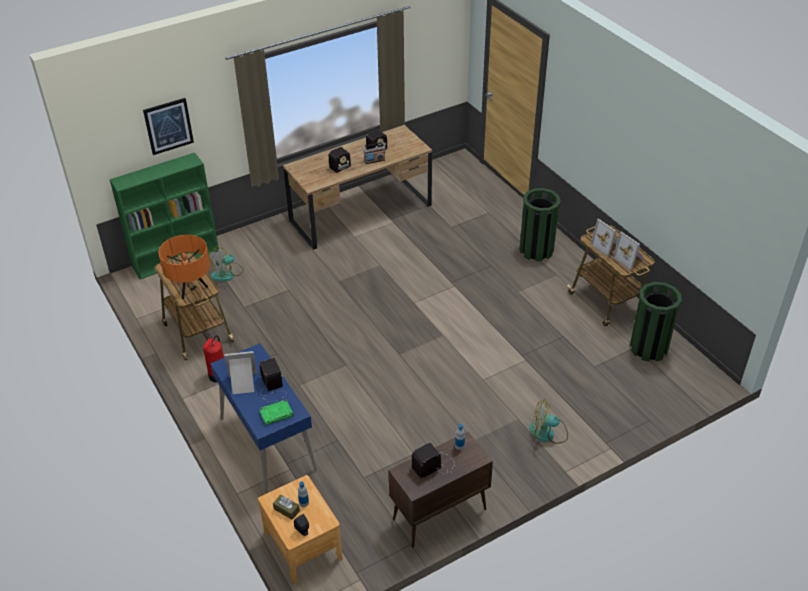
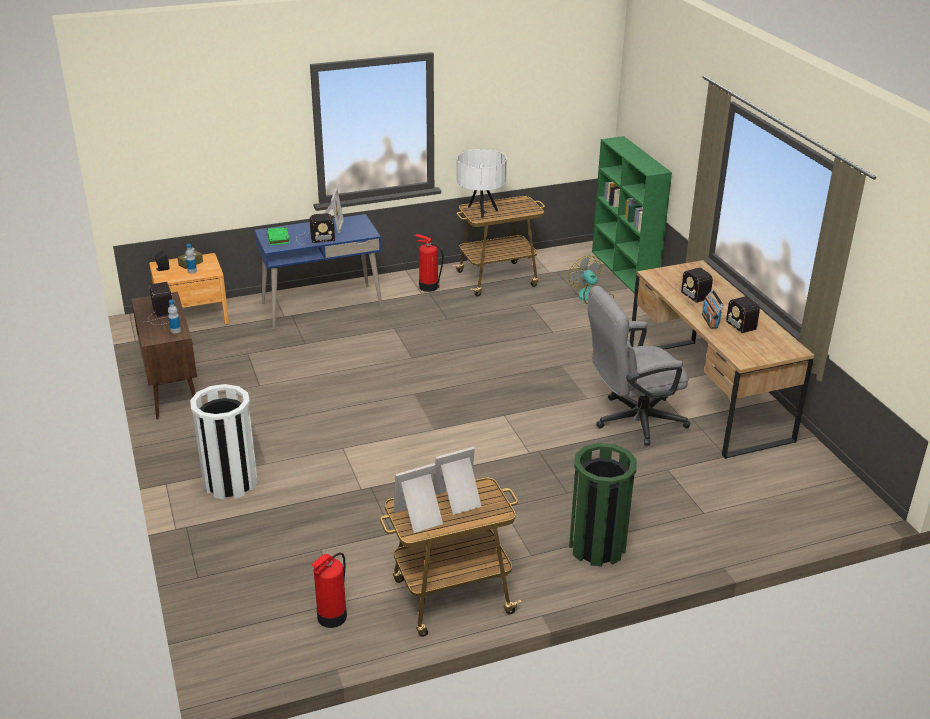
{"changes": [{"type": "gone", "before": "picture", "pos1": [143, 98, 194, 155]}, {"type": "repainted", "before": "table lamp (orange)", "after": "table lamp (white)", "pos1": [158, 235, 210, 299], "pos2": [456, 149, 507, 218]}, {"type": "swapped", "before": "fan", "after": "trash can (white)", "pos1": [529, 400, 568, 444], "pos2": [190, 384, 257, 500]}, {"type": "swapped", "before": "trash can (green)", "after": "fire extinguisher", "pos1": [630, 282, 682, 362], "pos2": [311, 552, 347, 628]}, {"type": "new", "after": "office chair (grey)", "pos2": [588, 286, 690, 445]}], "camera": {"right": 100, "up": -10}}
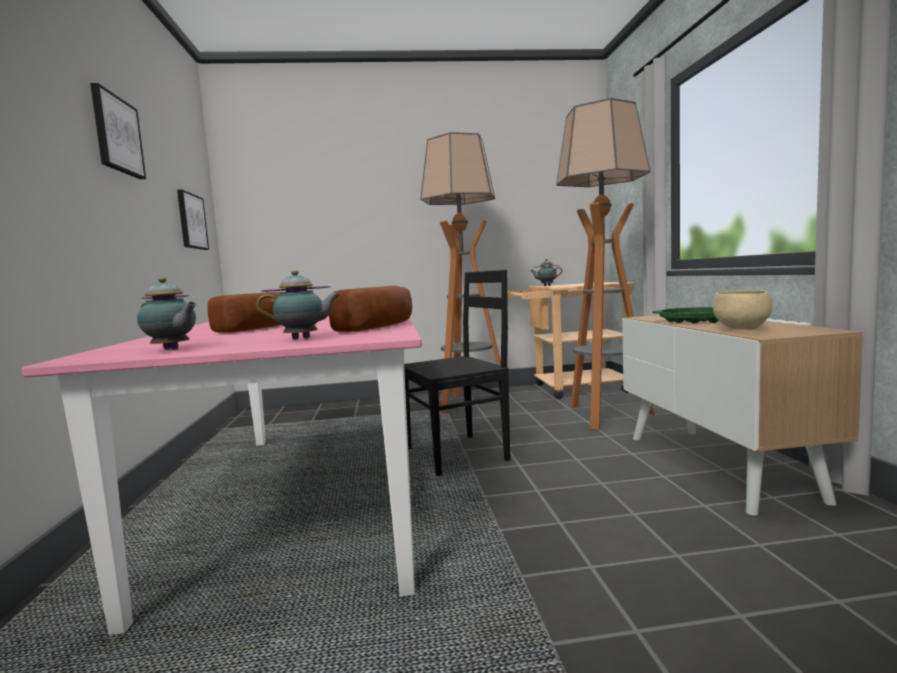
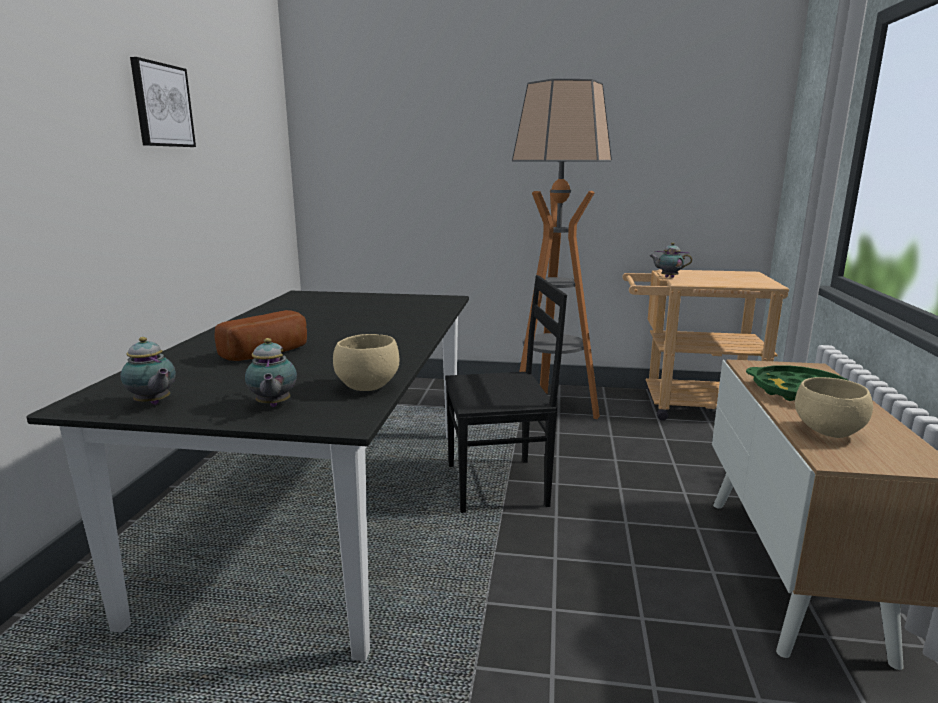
{"changes": [{"type": "repainted", "before": "dining table (pink)", "after": "dining table (black)", "pos1": [21, 316, 422, 635], "pos2": [26, 291, 469, 661]}, {"type": "gone", "before": "picture", "pos1": [177, 189, 209, 250]}, {"type": "rotated", "before": "teapot", "pos1": [256, 270, 340, 339], "pos2": [245, 338, 297, 407], "turn": 75}, {"type": "swapped", "before": "bread", "after": "bowl (beige)", "pos1": [329, 286, 412, 332], "pos2": [333, 334, 399, 391]}, {"type": "gone", "before": "floor lamp", "pos1": [556, 98, 654, 430]}], "camera": {"right": 15, "up": 10}}
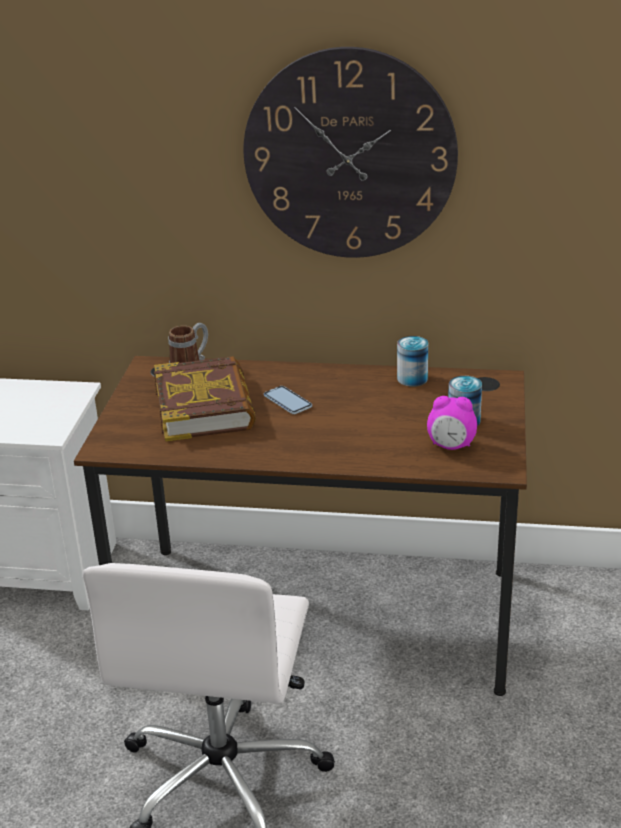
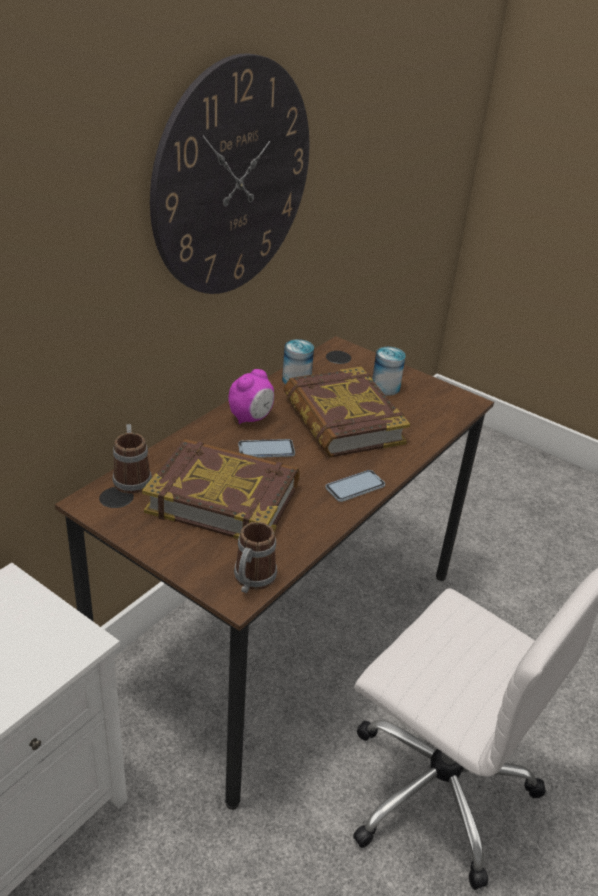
{"changes": [{"type": "shifted", "before": "alarm clock", "pos1": [427, 396, 477, 450], "pos2": [228, 369, 274, 424]}, {"type": "new", "after": "mug", "pos2": [234, 522, 277, 593]}, {"type": "new", "after": "book", "pos2": [284, 367, 410, 458]}, {"type": "new", "after": "phone", "pos2": [325, 470, 385, 502]}], "camera": {"right": -65, "up": 5}}
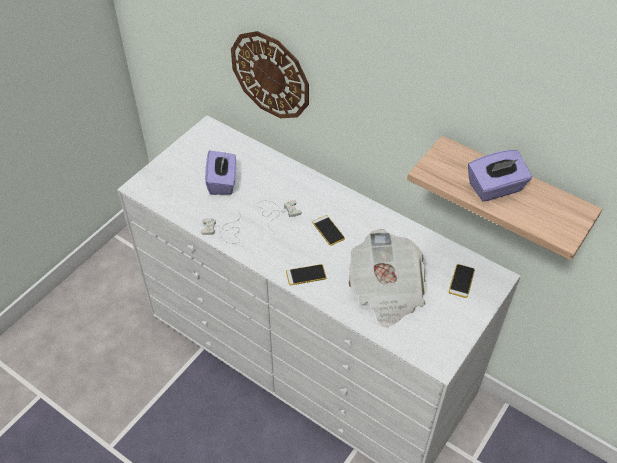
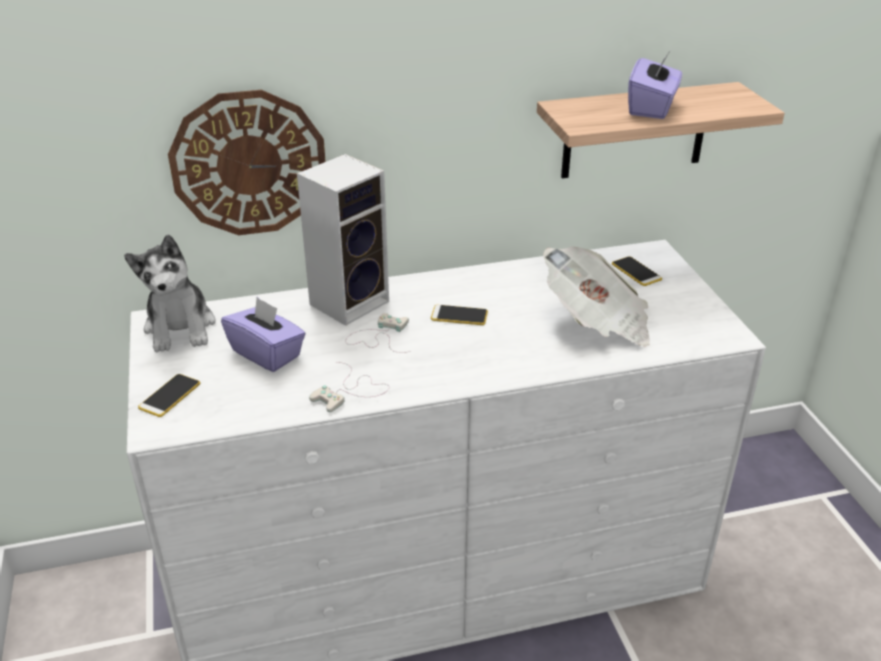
{"changes": [{"type": "shifted", "before": "phone", "pos1": [286, 264, 326, 285], "pos2": [138, 374, 200, 417]}, {"type": "new", "after": "plush toy", "pos2": [124, 234, 216, 352]}, {"type": "new", "after": "speaker", "pos2": [297, 154, 389, 326]}], "camera": {"right": -50, "up": -15}}
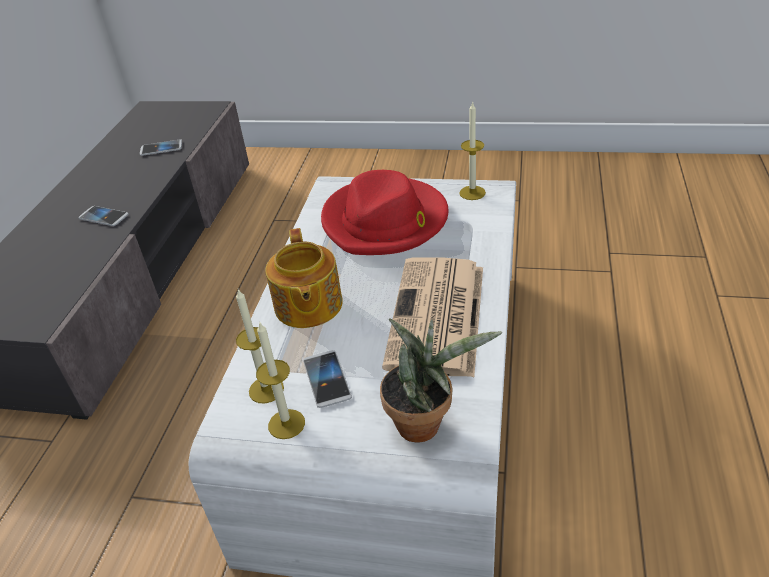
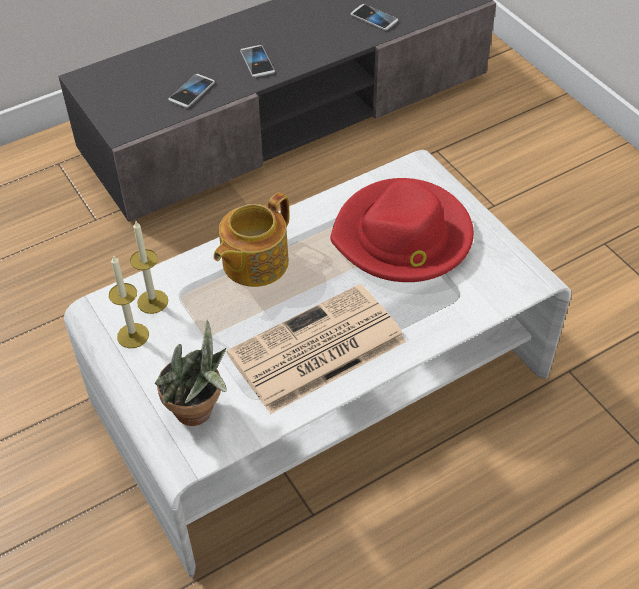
{"changes": [{"type": "shifted", "before": "phone", "pos1": [303, 350, 352, 408], "pos2": [168, 74, 215, 108]}, {"type": "gone", "before": "candle", "pos1": [459, 101, 486, 200]}], "camera": {"right": 45, "up": 10}}
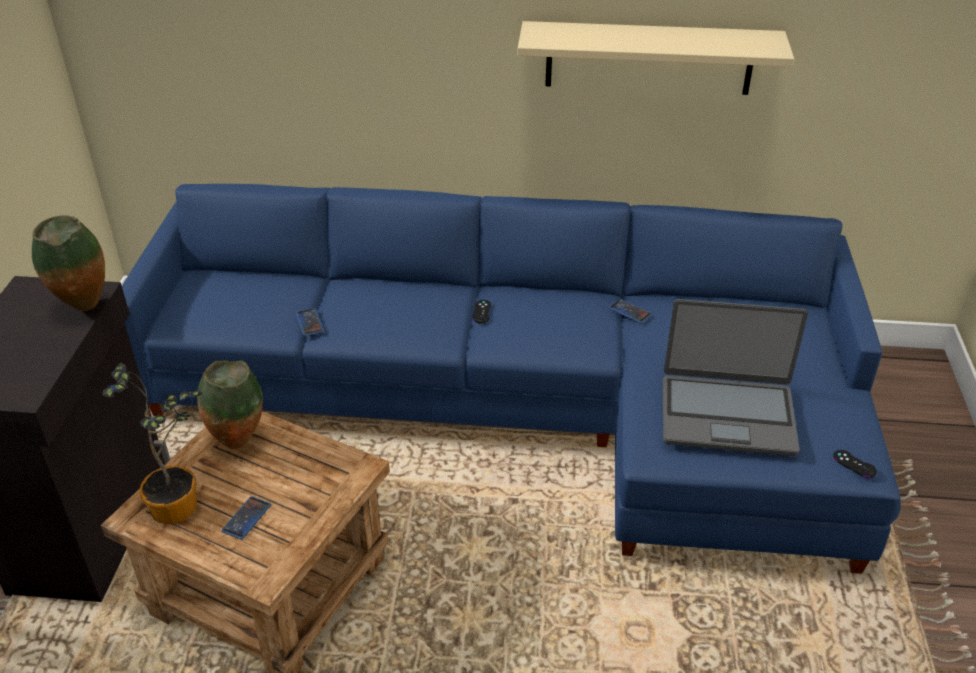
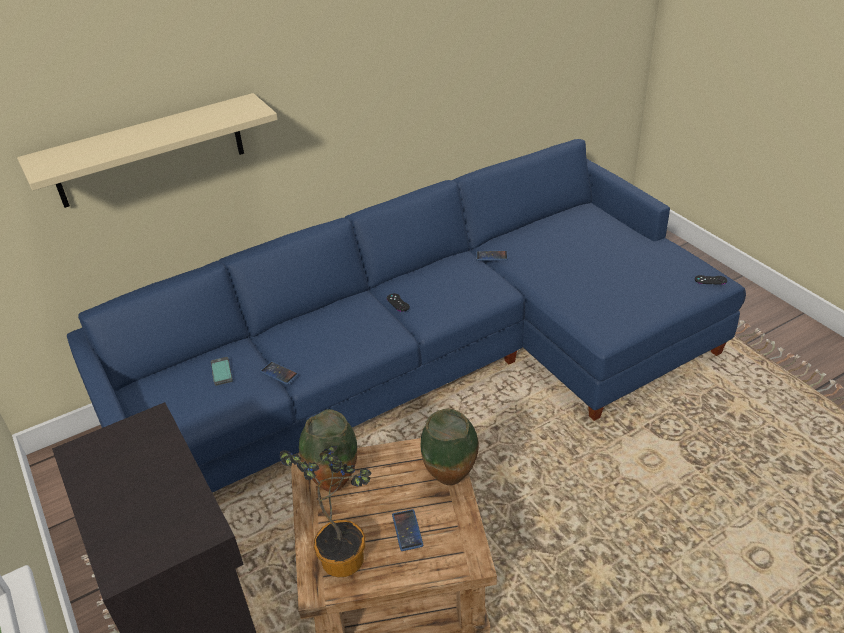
{"changes": [{"type": "shifted", "before": "vase", "pos1": [32, 215, 105, 311], "pos2": [421, 409, 479, 485]}, {"type": "shifted", "before": "shelf (beige)", "pos1": [517, 21, 794, 95], "pos2": [17, 93, 278, 208]}, {"type": "gone", "before": "laptop", "pos1": [663, 299, 808, 456]}, {"type": "new", "after": "phone", "pos2": [211, 357, 233, 386]}], "camera": {"right": -35, "up": 0}}
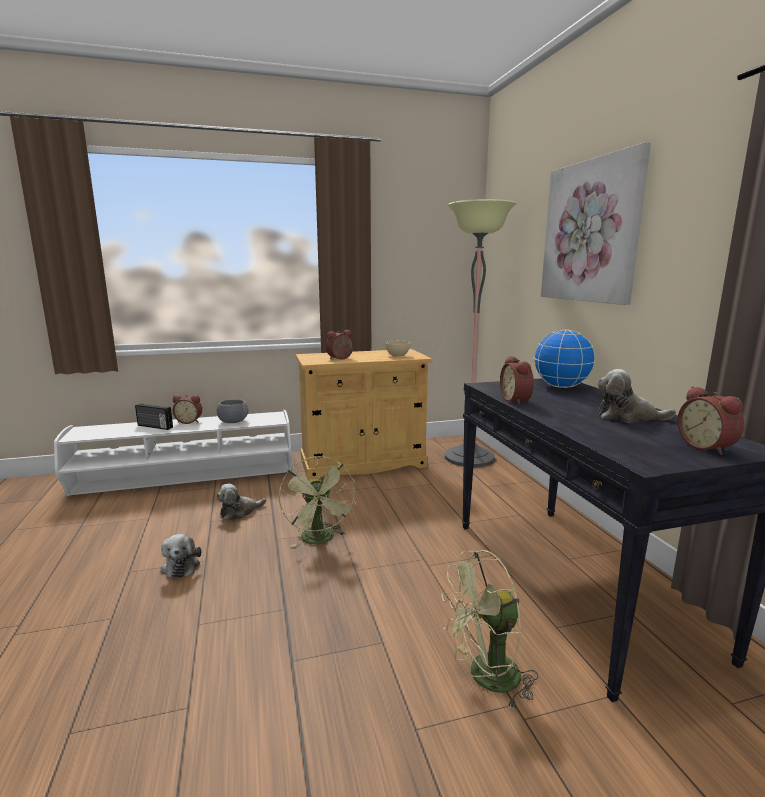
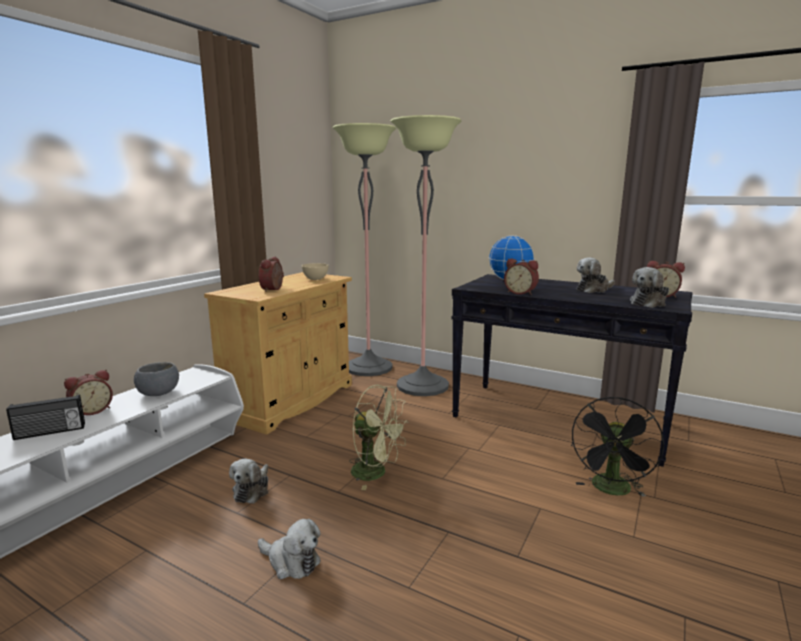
{"changes": [{"type": "repainted", "before": "fan (green)", "after": "fan (black)", "pos1": [441, 550, 538, 710], "pos2": [571, 397, 664, 497]}, {"type": "gone", "before": "picture", "pos1": [541, 142, 651, 305]}, {"type": "new", "after": "floor lamp", "pos2": [390, 115, 462, 396]}, {"type": "new", "after": "plush toy", "pos2": [630, 267, 669, 308]}], "camera": {"right": -45, "up": 0}}
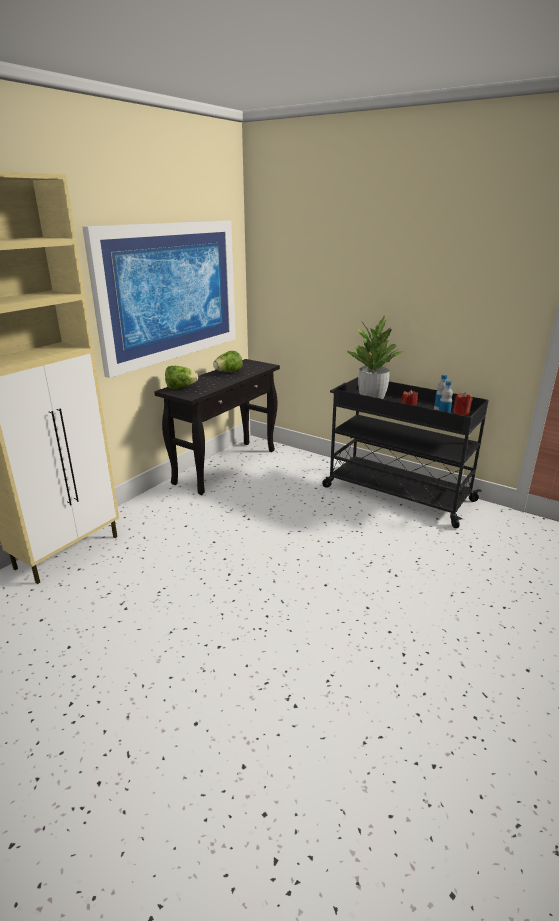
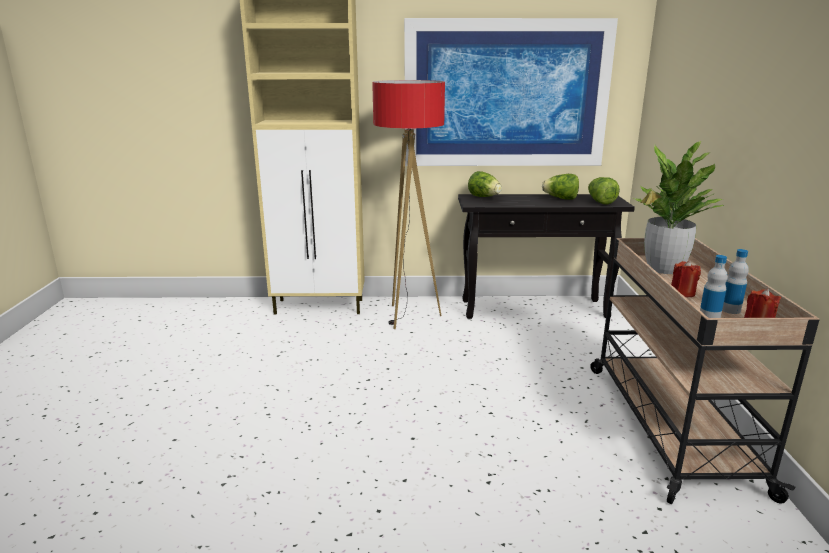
{"changes": [{"type": "repainted", "before": "cart (black)", "after": "cart (beige)", "pos1": [322, 377, 489, 528], "pos2": [590, 238, 819, 504]}, {"type": "new", "after": "floor lamp", "pos2": [372, 80, 445, 329]}, {"type": "new", "after": "lettuce", "pos2": [588, 177, 620, 205]}], "camera": {"right": 55, "up": -5}}
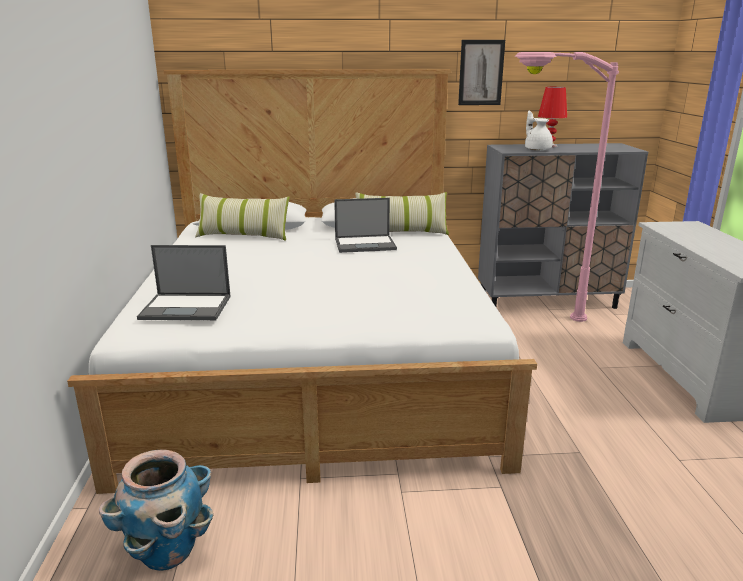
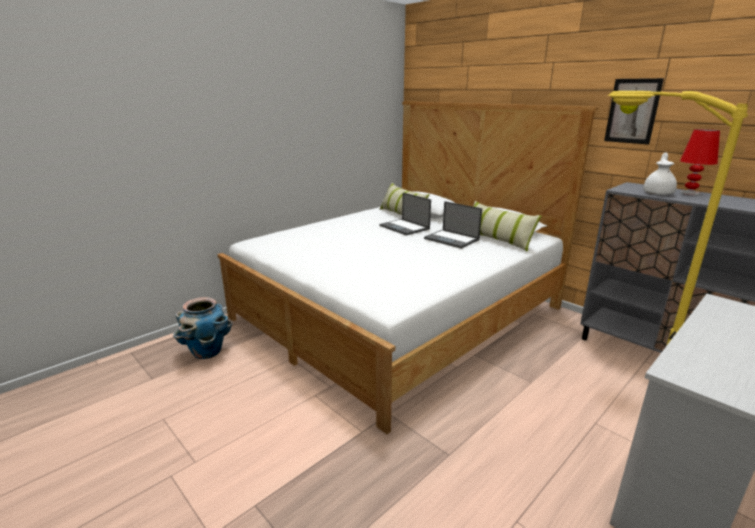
{"changes": [{"type": "shifted", "before": "laptop", "pos1": [137, 245, 231, 320], "pos2": [380, 193, 431, 236]}, {"type": "repainted", "before": "floor lamp (pink)", "after": "floor lamp (yellow)", "pos1": [515, 52, 619, 322], "pos2": [608, 91, 748, 346]}], "camera": {"right": 50, "up": 0}}
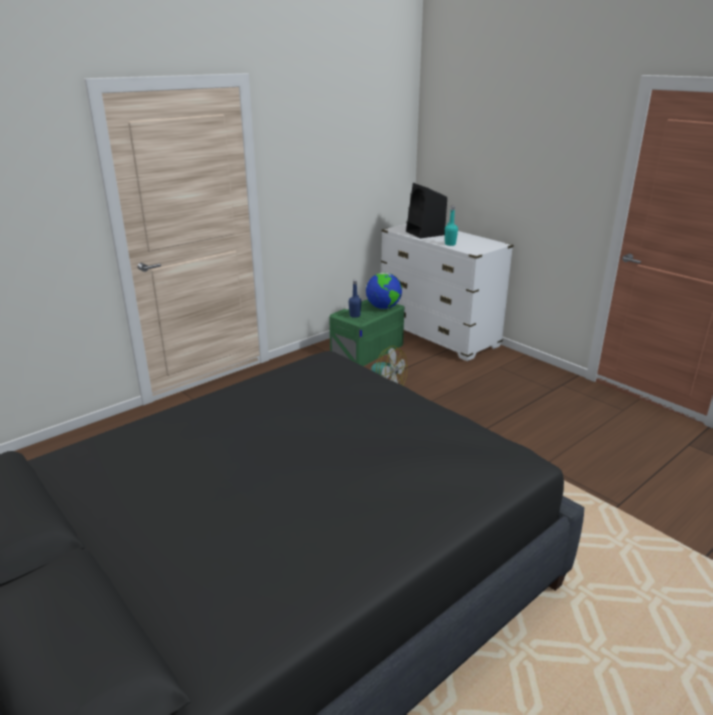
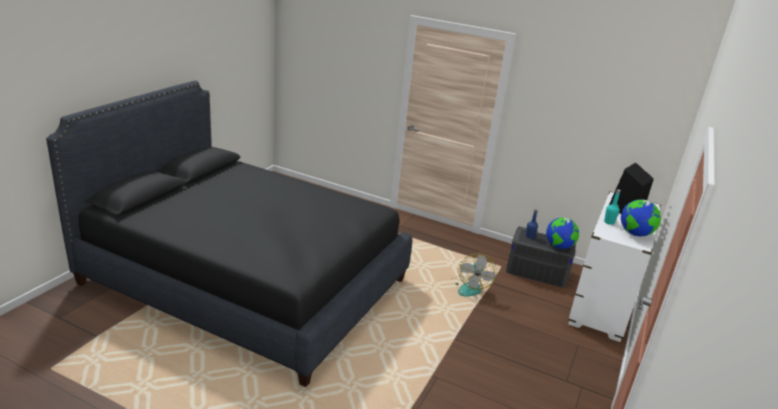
{"changes": [{"type": "repainted", "before": "storage box (green)", "after": "storage box (grey)", "pos1": [329, 299, 404, 366], "pos2": [506, 227, 576, 288]}, {"type": "new", "after": "globe", "pos2": [621, 199, 661, 236]}], "camera": {"right": 65, "up": 0}}
